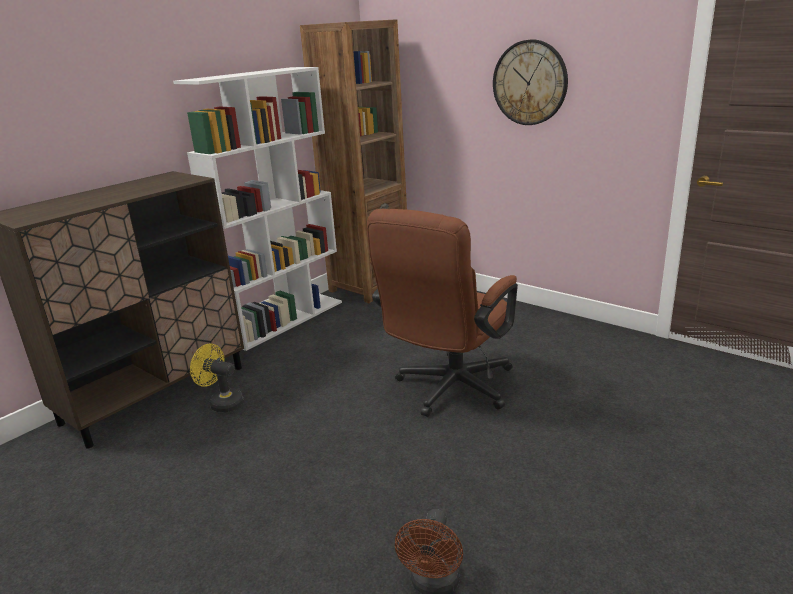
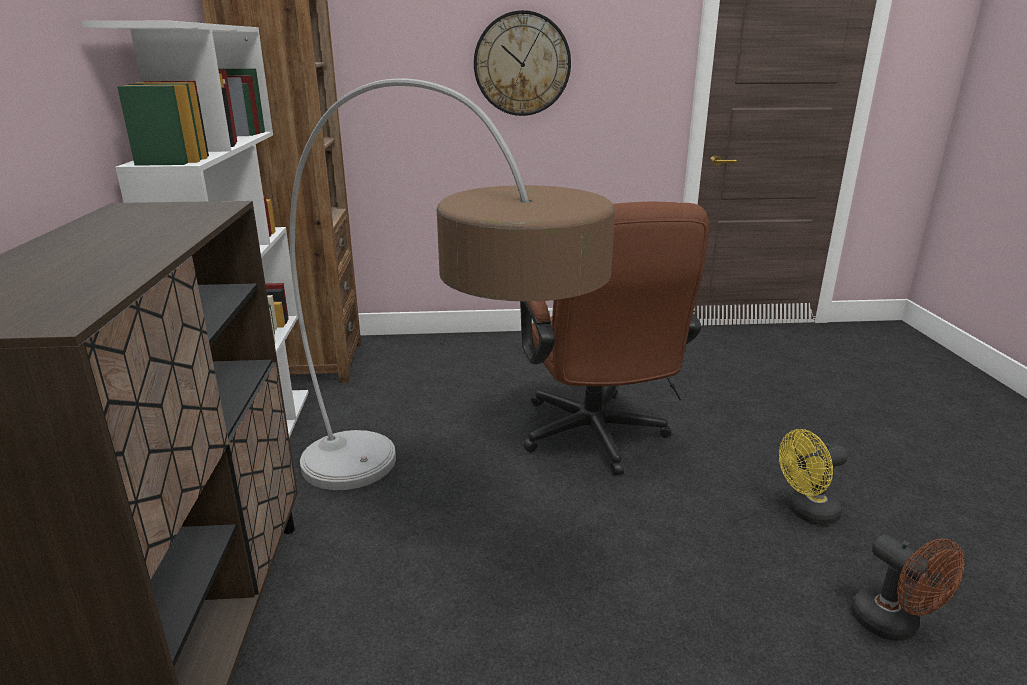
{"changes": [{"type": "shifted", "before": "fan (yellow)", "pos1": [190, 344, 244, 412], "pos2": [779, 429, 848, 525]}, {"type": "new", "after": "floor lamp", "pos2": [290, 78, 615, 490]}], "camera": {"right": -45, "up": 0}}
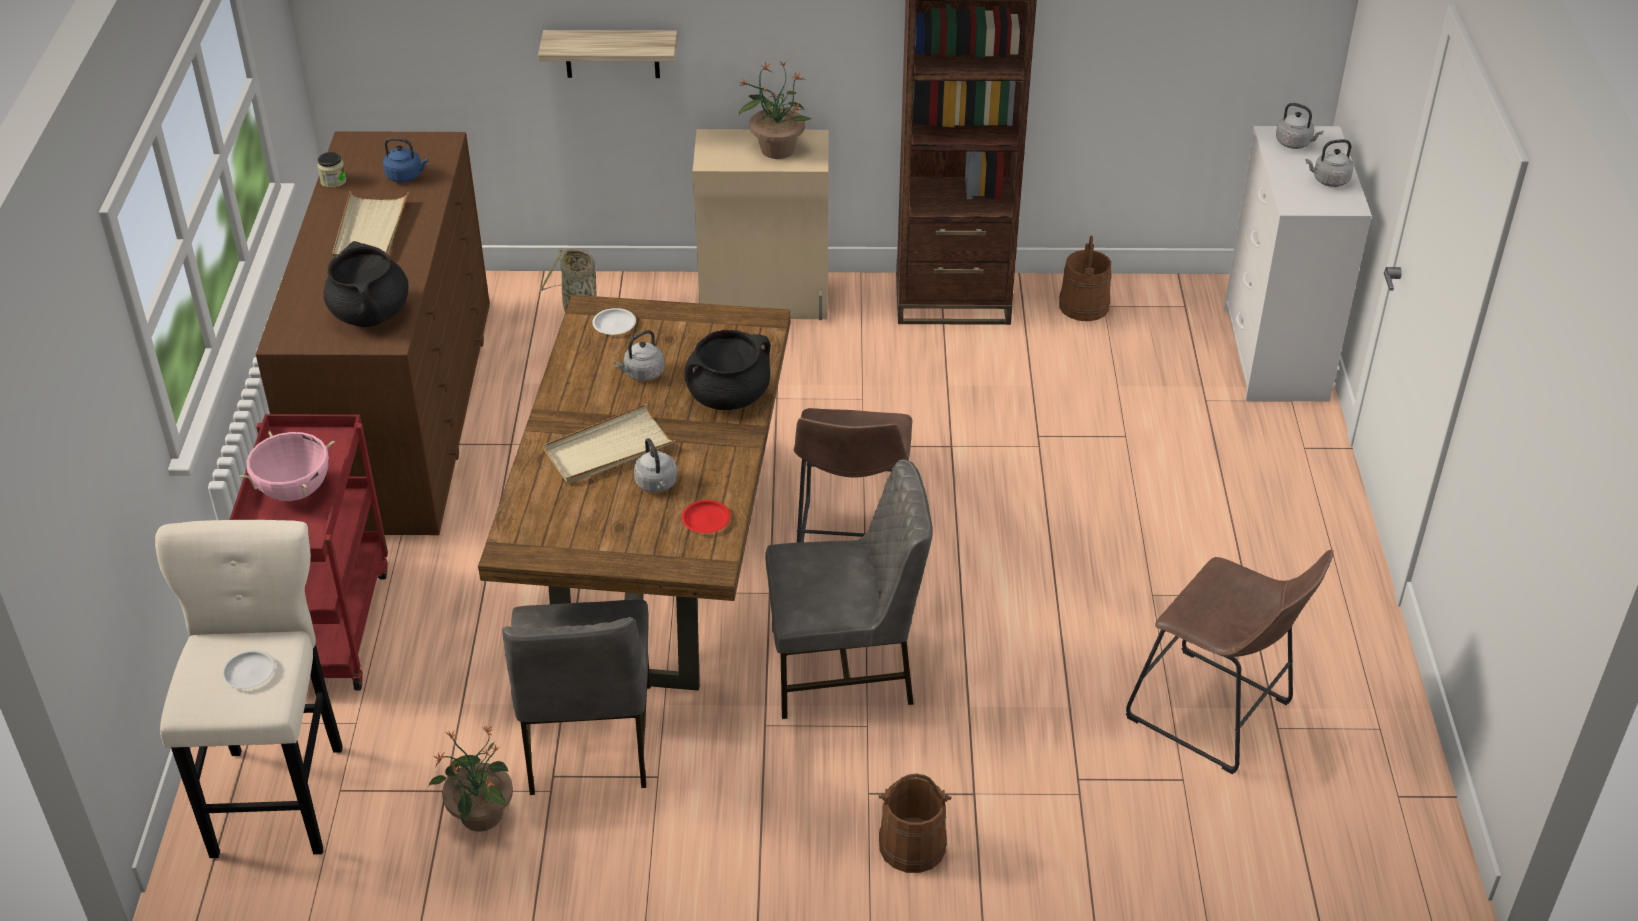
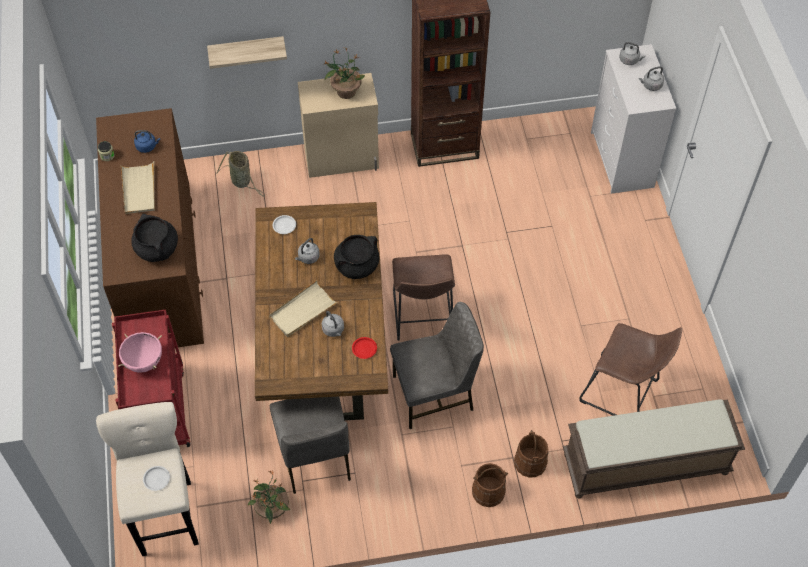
{"changes": [{"type": "shifted", "before": "bucket (brown)", "pos1": [1059, 236, 1111, 321], "pos2": [514, 430, 548, 478]}, {"type": "new", "after": "bench (brown)", "pos2": [563, 399, 745, 498]}], "camera": {"right": -10, "up": 15}}
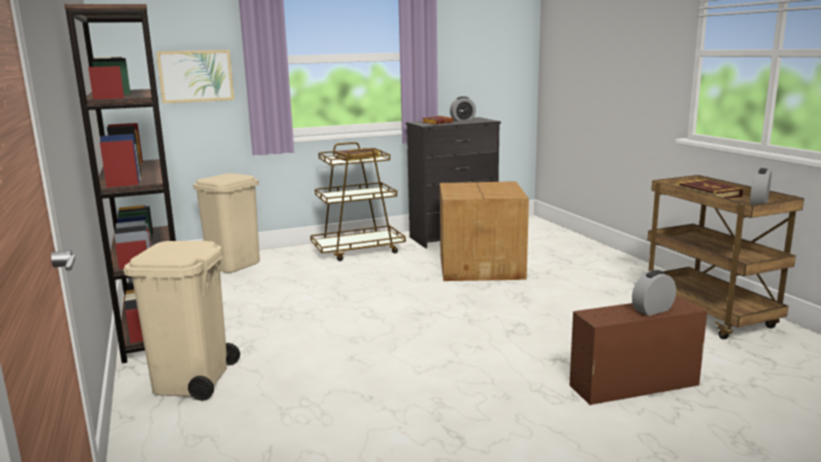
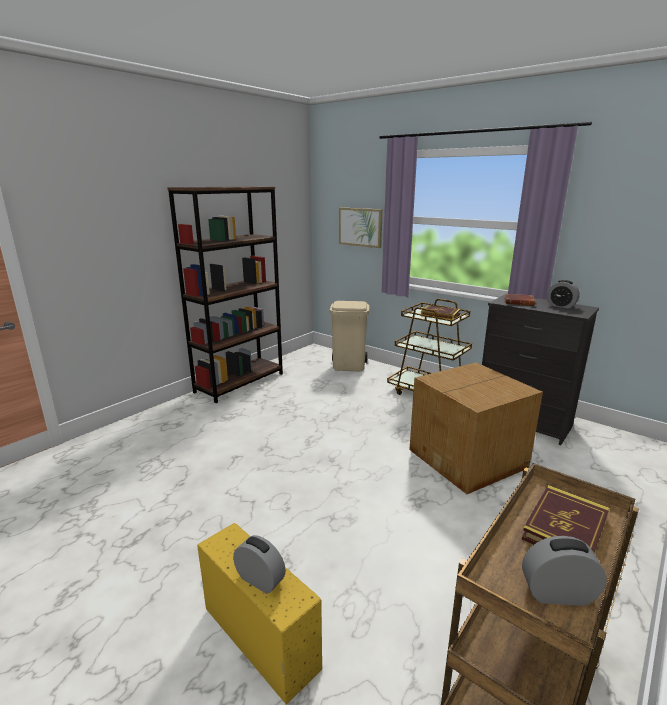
{"changes": [{"type": "gone", "before": "trash can (beige)", "pos1": [123, 241, 240, 401]}, {"type": "repainted", "before": "storage box (brown)", "after": "storage box (yellow)", "pos1": [570, 297, 707, 405], "pos2": [197, 523, 322, 705]}], "camera": {"right": 60, "up": 5}}
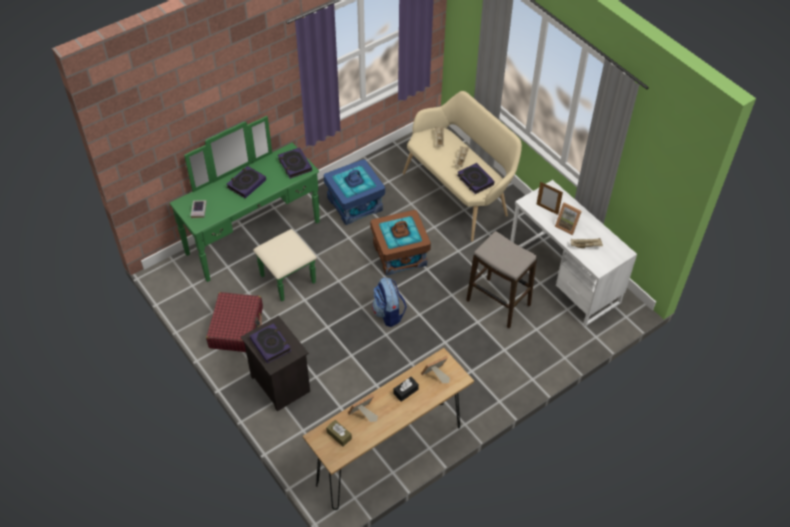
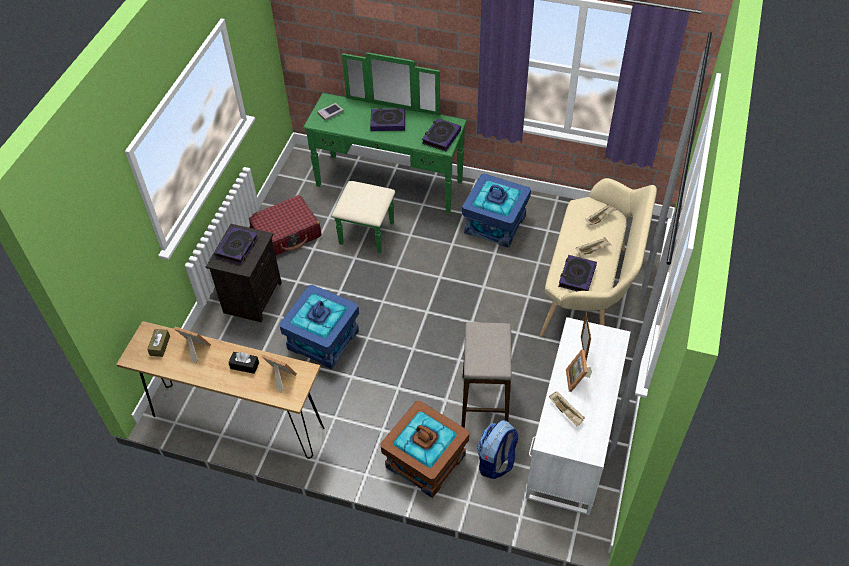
{"changes": [{"type": "shifted", "before": "storage box (brown)", "pos1": [370, 210, 431, 276], "pos2": [380, 401, 469, 498]}, {"type": "shifted", "before": "backpack", "pos1": [372, 277, 407, 327], "pos2": [477, 420, 519, 479]}, {"type": "new", "after": "storage box (blue)", "pos2": [279, 285, 359, 369]}], "camera": {"right": 55, "up": 0}}
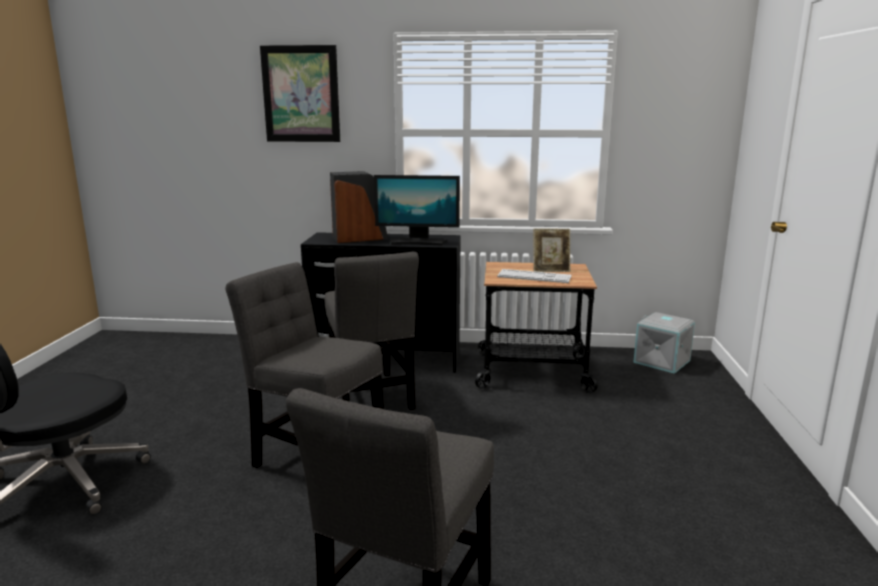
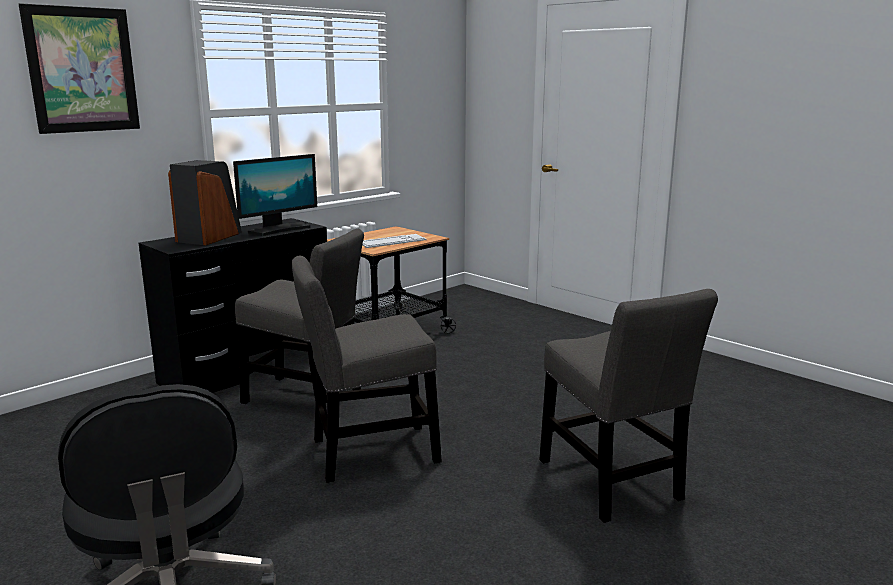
{"changes": [{"type": "gone", "before": "picture frame", "pos1": [533, 228, 570, 272]}, {"type": "gone", "before": "storage box (grey)", "pos1": [633, 312, 695, 374]}], "camera": {"right": -50, "up": 0}}
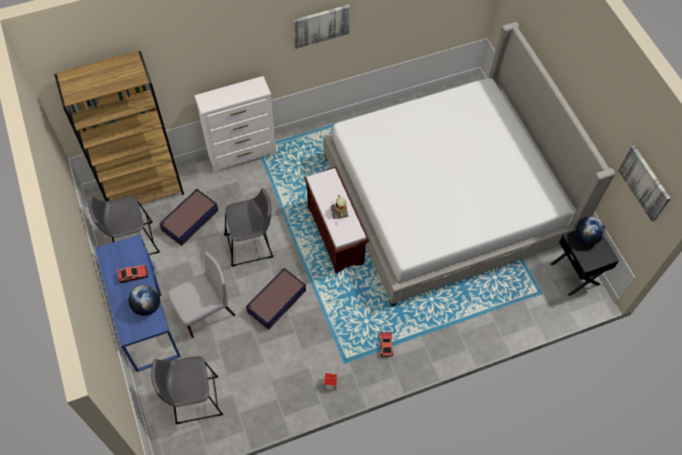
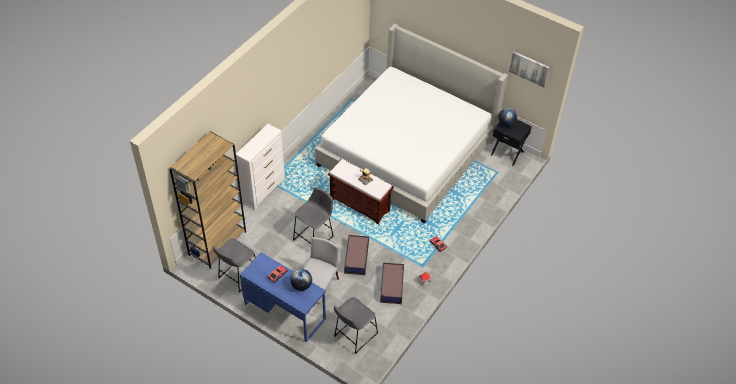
{"changes": [{"type": "shifted", "before": "storage box", "pos1": [159, 189, 218, 246], "pos2": [380, 263, 404, 304]}, {"type": "gone", "before": "picture", "pos1": [293, 4, 350, 49]}], "camera": {"right": -35, "up": -10}}
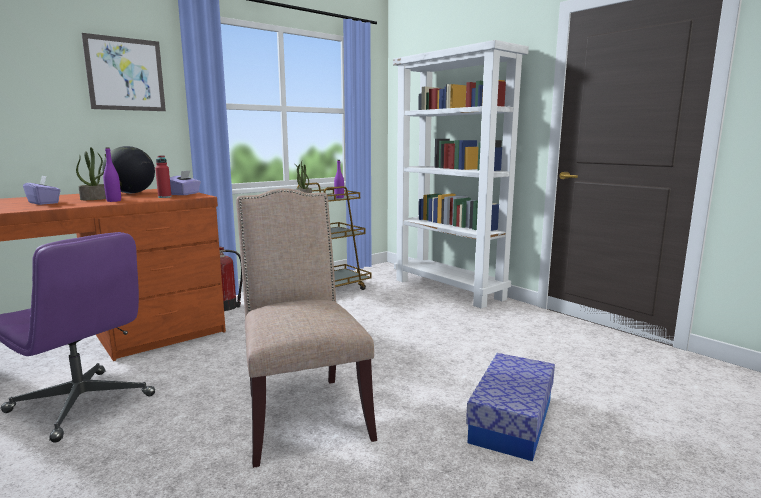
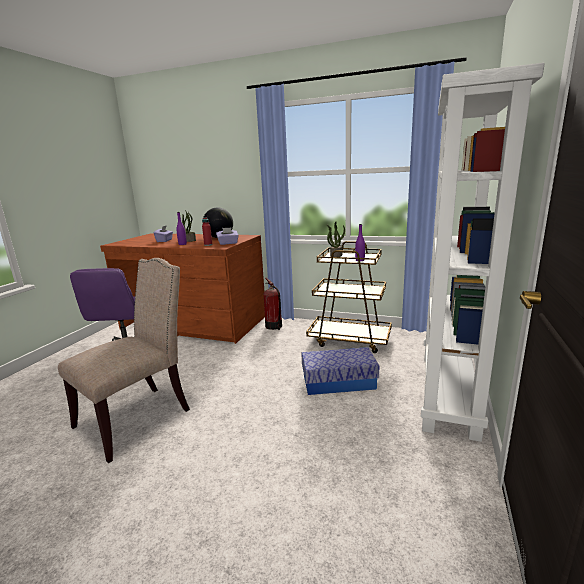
{"changes": [{"type": "gone", "before": "picture", "pos1": [81, 33, 166, 111]}, {"type": "shifted", "before": "storage box", "pos1": [466, 353, 555, 461], "pos2": [301, 347, 379, 395]}], "camera": {"right": 60, "up": 5}}
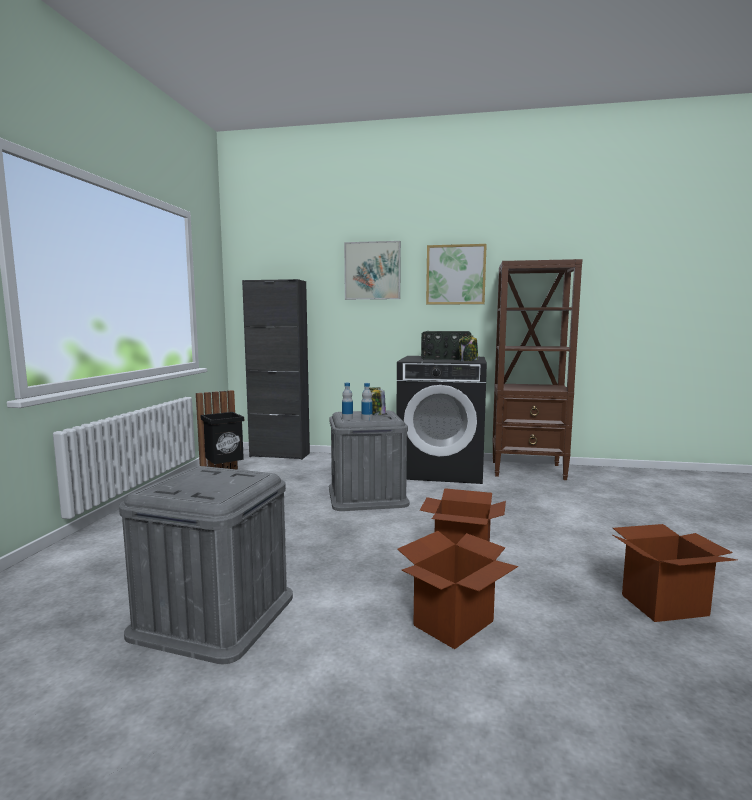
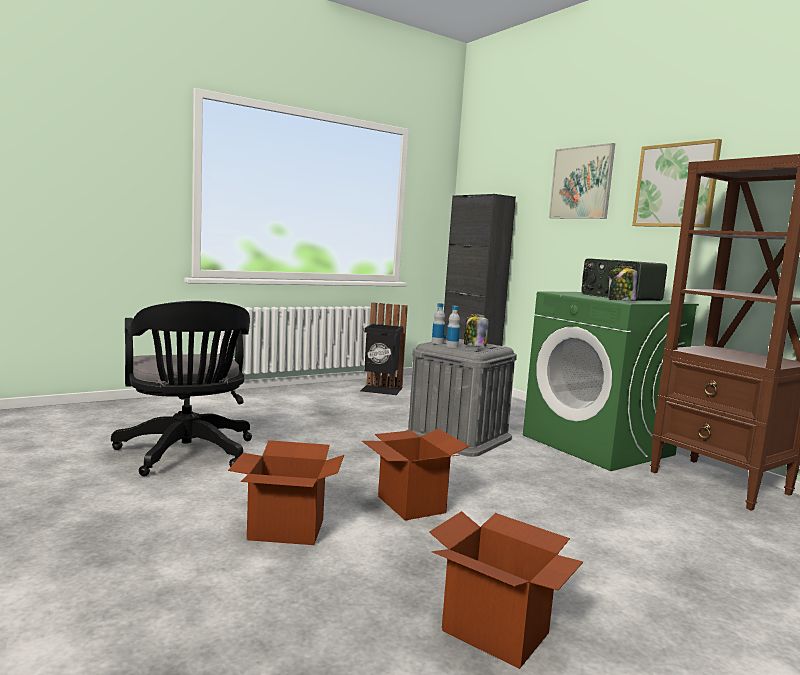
{"changes": [{"type": "swapped", "before": "storage box (grey)", "after": "office chair (black)", "pos1": [119, 466, 293, 664], "pos2": [111, 301, 252, 476]}, {"type": "repainted", "before": "washing machine (black)", "after": "washing machine (green)", "pos1": [396, 356, 487, 484], "pos2": [523, 291, 699, 471]}], "camera": {"right": 45, "up": 0}}
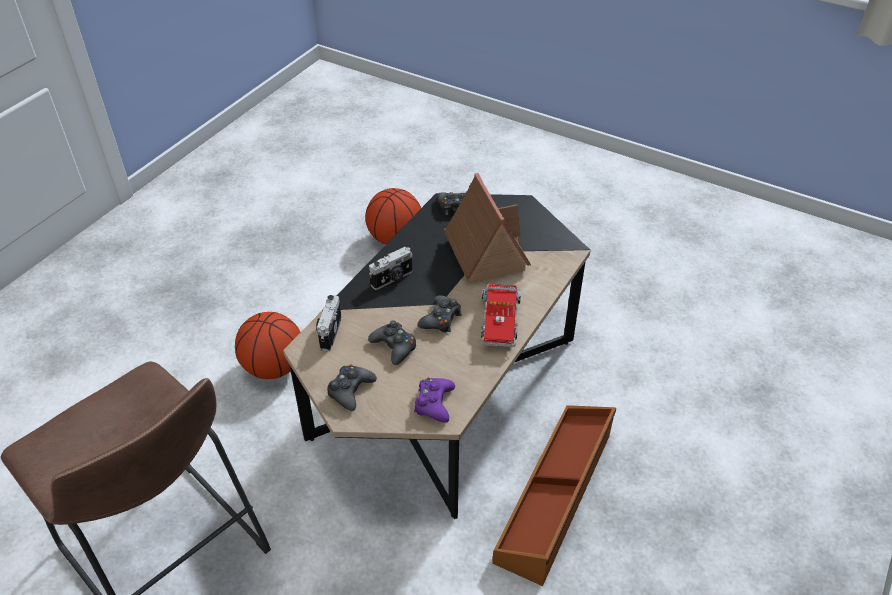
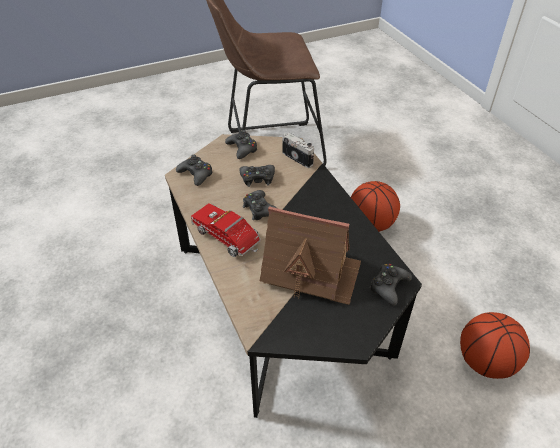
{"changes": [{"type": "gone", "before": "photo camera", "pos1": [369, 247, 413, 290]}, {"type": "repainted", "before": "game controller (purple)", "after": "game controller (black)", "pos1": [414, 378, 455, 423], "pos2": [176, 155, 213, 186]}, {"type": "gone", "before": "storage box (brown)", "pos1": [492, 405, 616, 586]}], "camera": {"right": 125, "up": 0}}
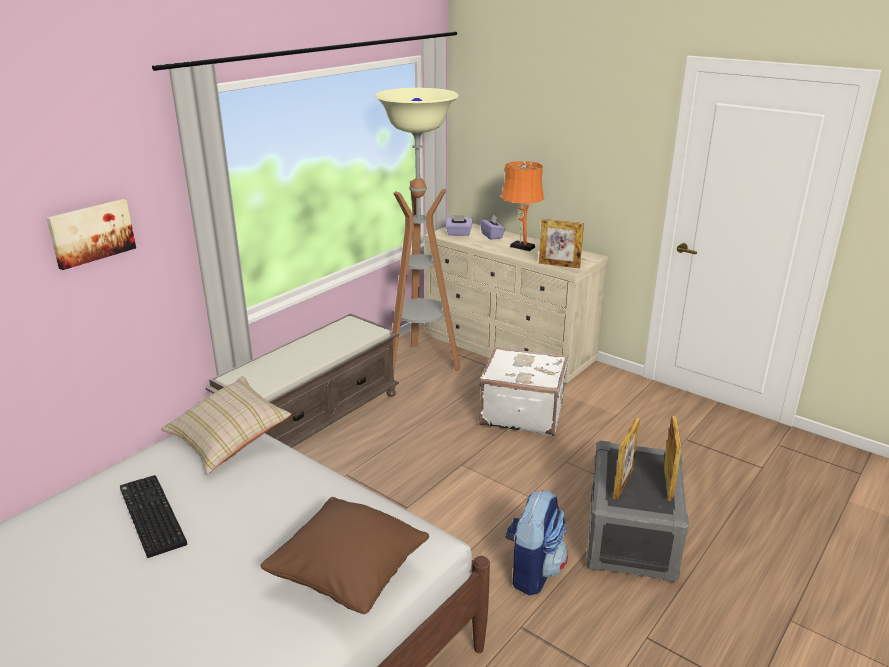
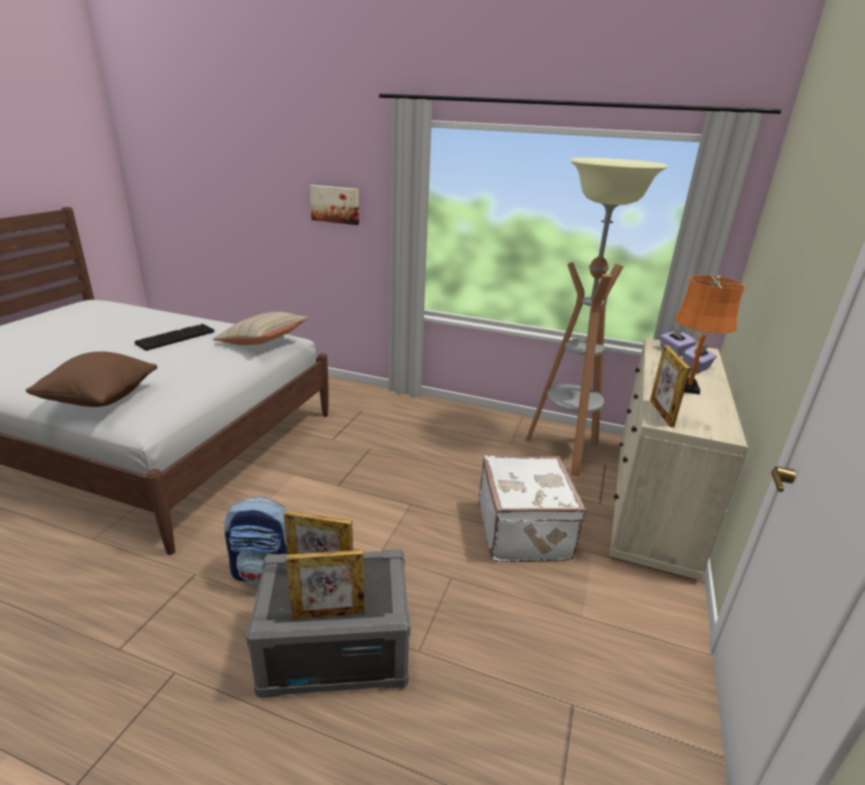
{"changes": [{"type": "gone", "before": "bench (brown)", "pos1": [206, 314, 399, 448]}], "camera": {"right": 70, "up": 0}}
